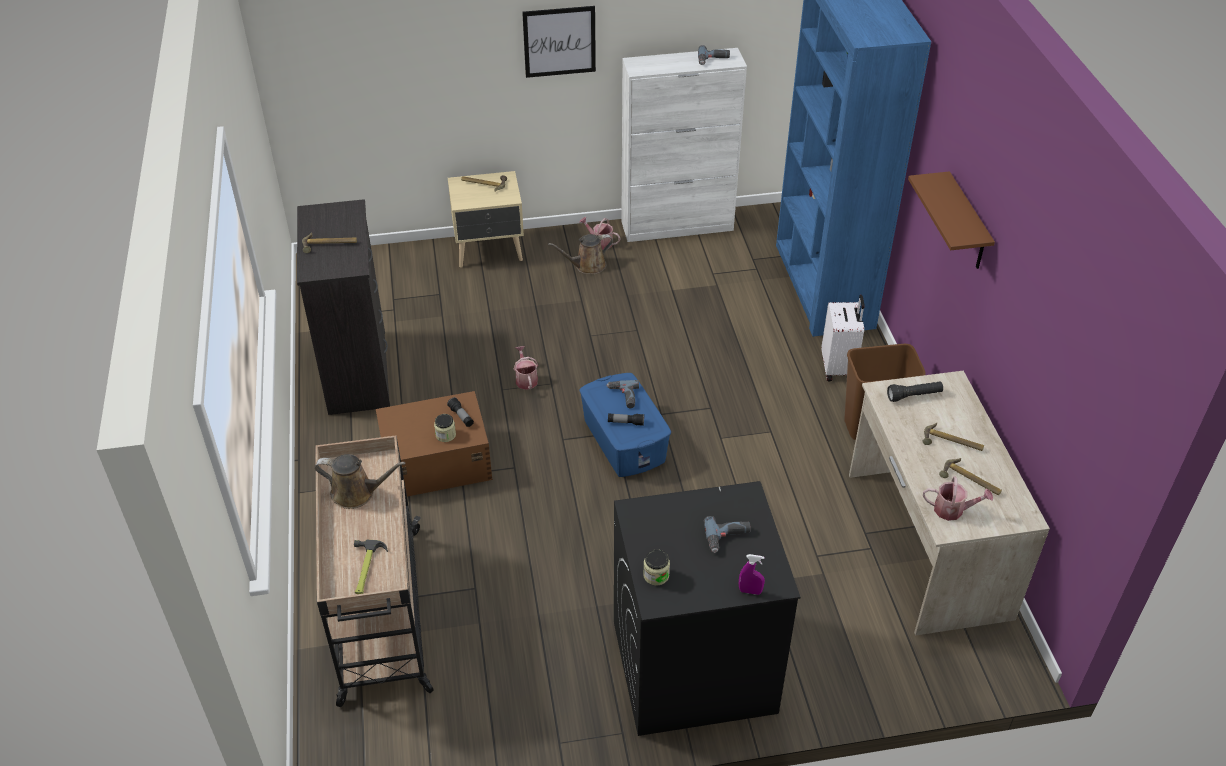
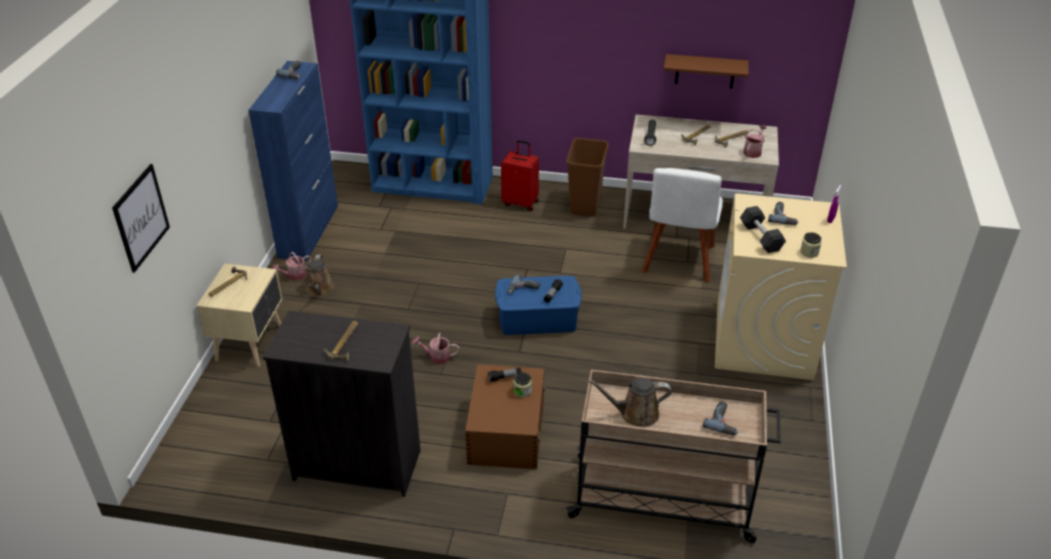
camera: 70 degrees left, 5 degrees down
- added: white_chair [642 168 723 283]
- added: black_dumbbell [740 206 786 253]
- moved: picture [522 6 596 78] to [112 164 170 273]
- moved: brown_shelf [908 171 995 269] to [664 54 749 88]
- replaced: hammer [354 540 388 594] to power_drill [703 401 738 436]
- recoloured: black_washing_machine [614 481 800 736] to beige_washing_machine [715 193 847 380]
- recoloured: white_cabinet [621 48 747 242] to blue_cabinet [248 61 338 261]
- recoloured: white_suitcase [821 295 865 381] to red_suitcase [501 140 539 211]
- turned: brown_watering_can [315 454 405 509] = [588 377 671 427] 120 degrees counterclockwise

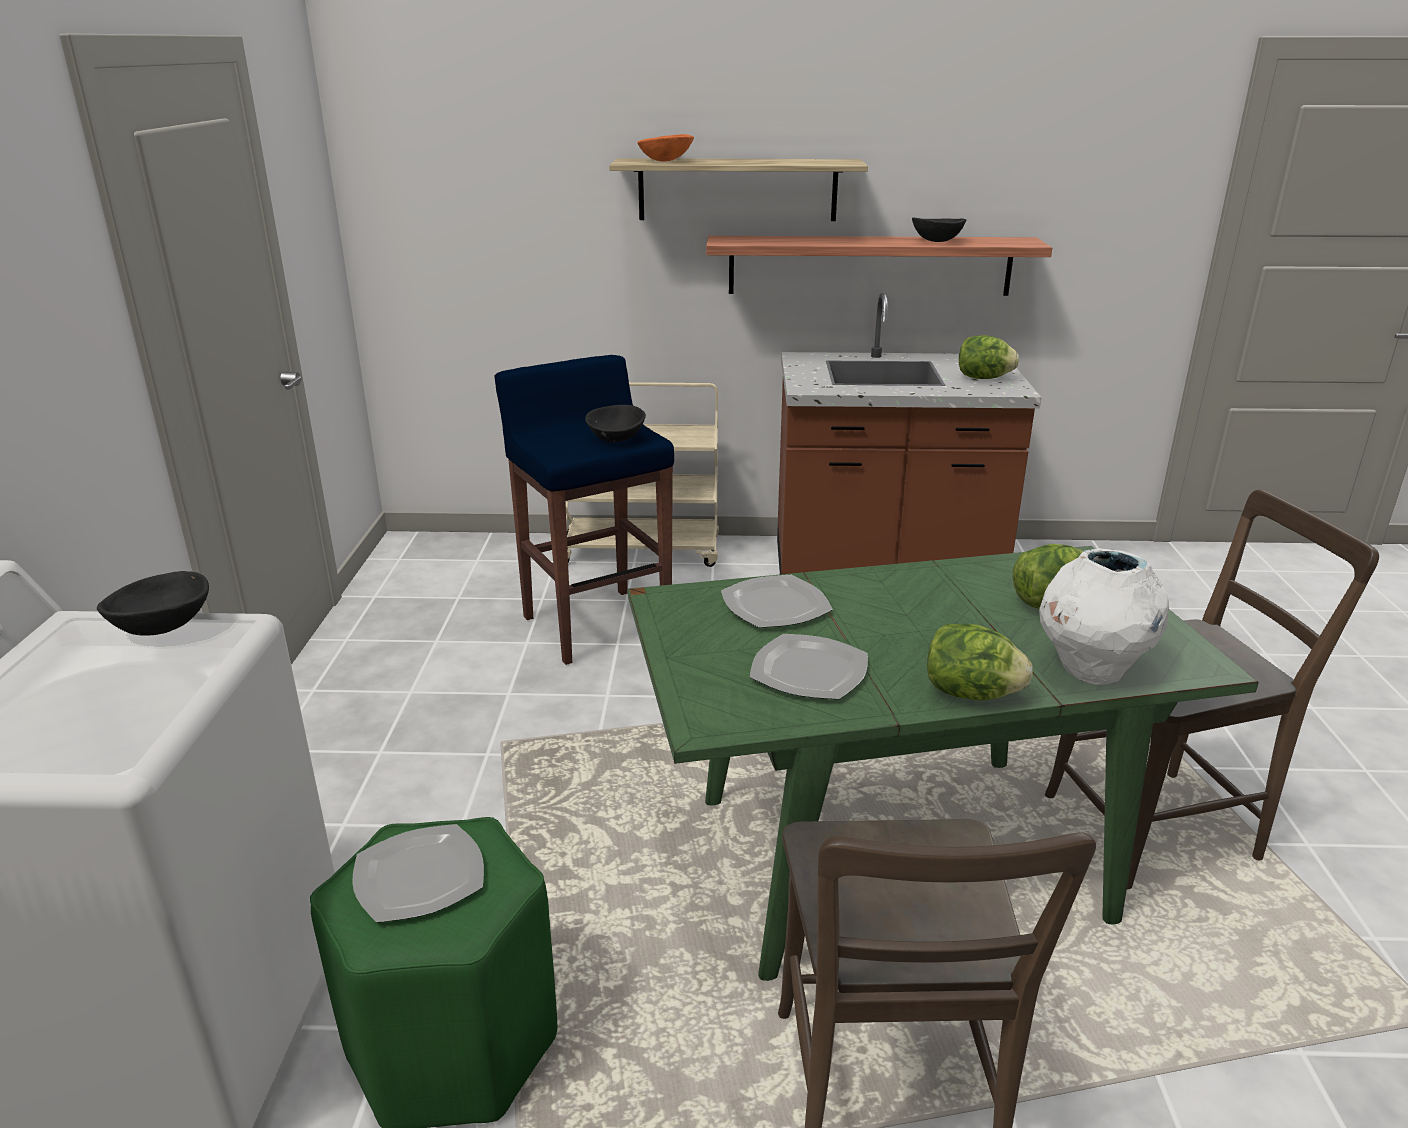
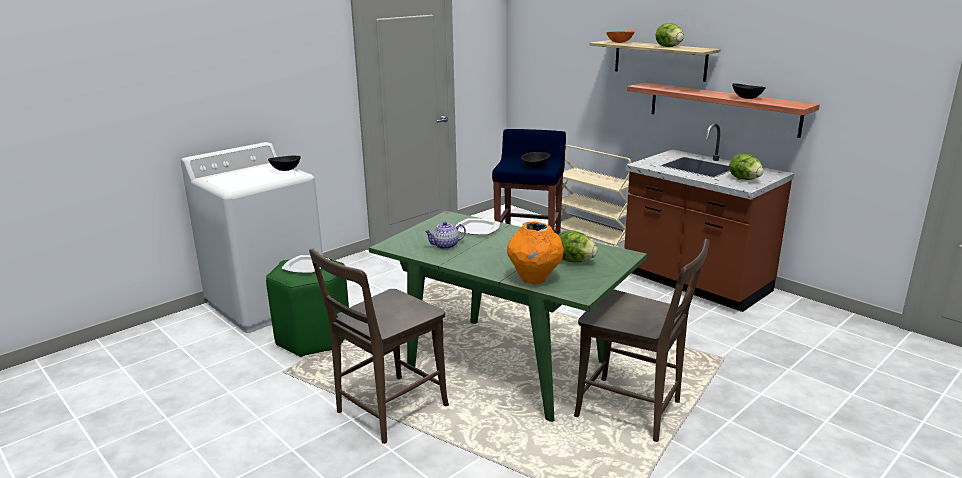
camera: 45 degrees right, 5 degrees down
- moved: lettuce [927 624 1033 700] to [655 23 684 47]
- replaced: plate [750 634 868 700] to teapot [424 222 466 249]
- recoloured: white_vase [1039 548 1169 685] to orange_vase [507 222 564 285]

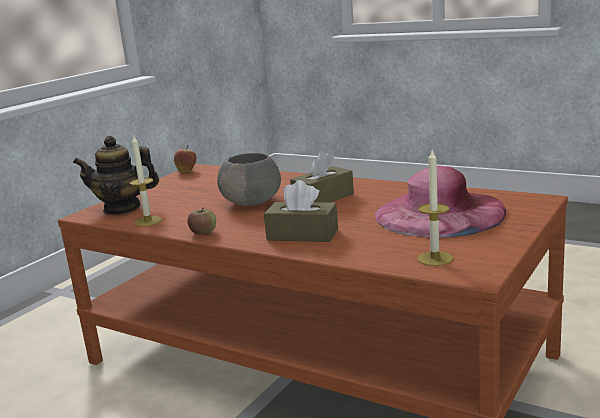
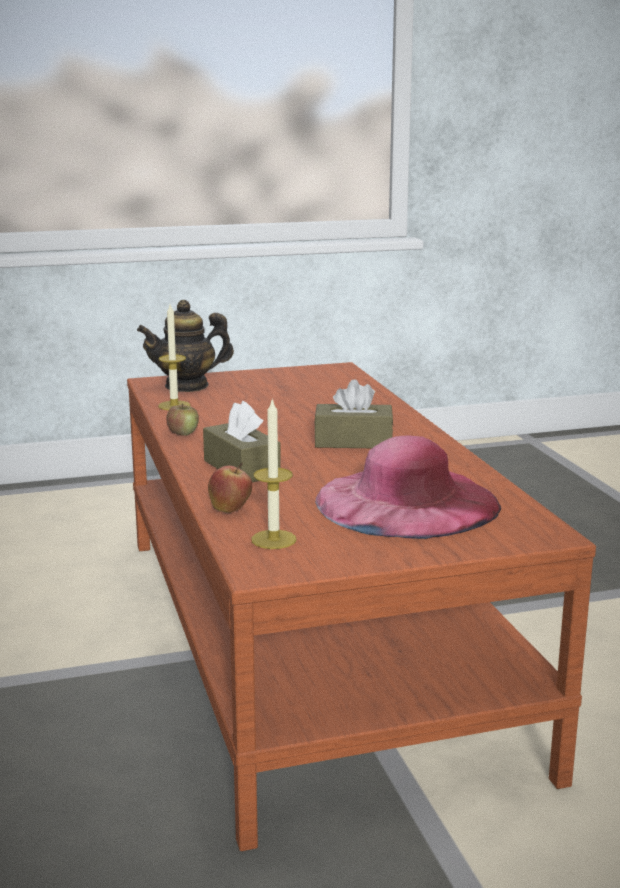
camera: 40 degrees right, 0 degrees up
- removed: grey_bowl [217 153 281 206]
- moved: apple [174 145 196 173] to [208 463 252 513]
- turned: teapot [73 136 159 215] = [137 300 234 392] 60 degrees counterclockwise

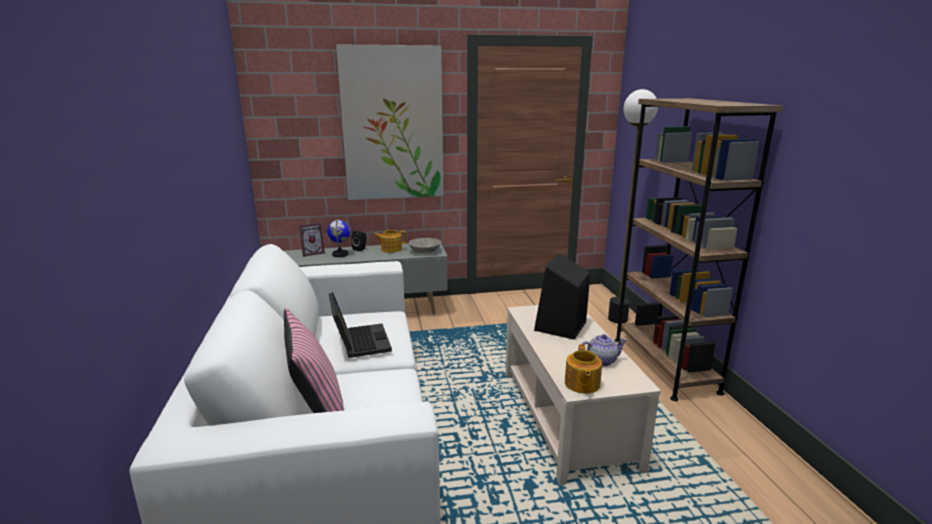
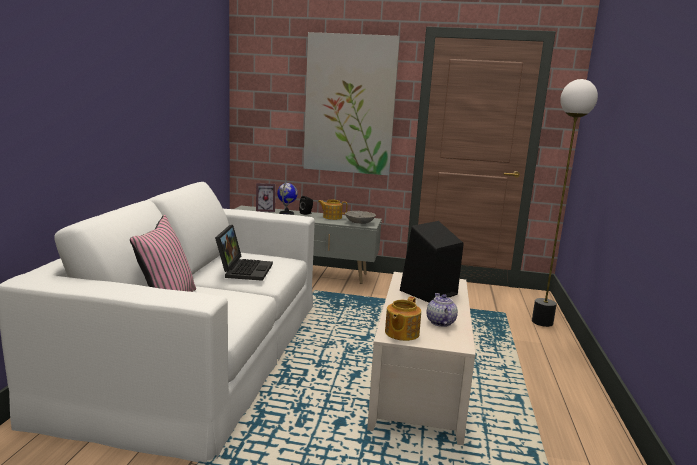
camera: 20 degrees right, 5 degrees down
- removed: brown_bookcase [615 98 783 401]
- turned: teapot [582 334 627 366] = [427 293 458 327] 105 degrees counterclockwise

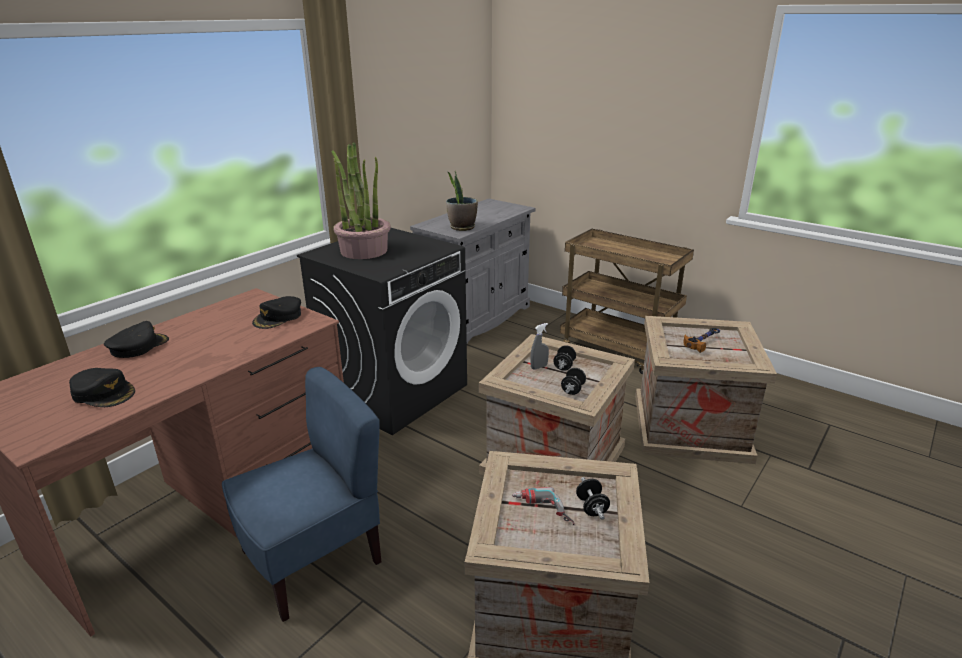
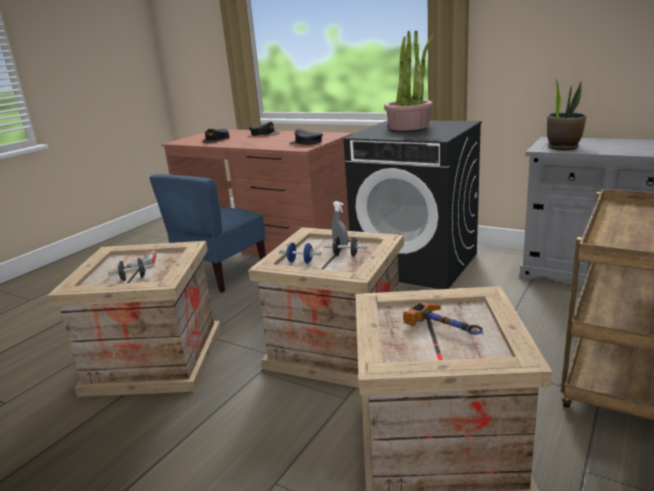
camera: 85 degrees right, 5 degrees down
- recoloured: black_dumbbell [561 368 586 395] to blue_dumbbell [279 242 321 263]
- turned: blue_chair [222 367 381 622] = [150 174 266 293] 75 degrees clockwise

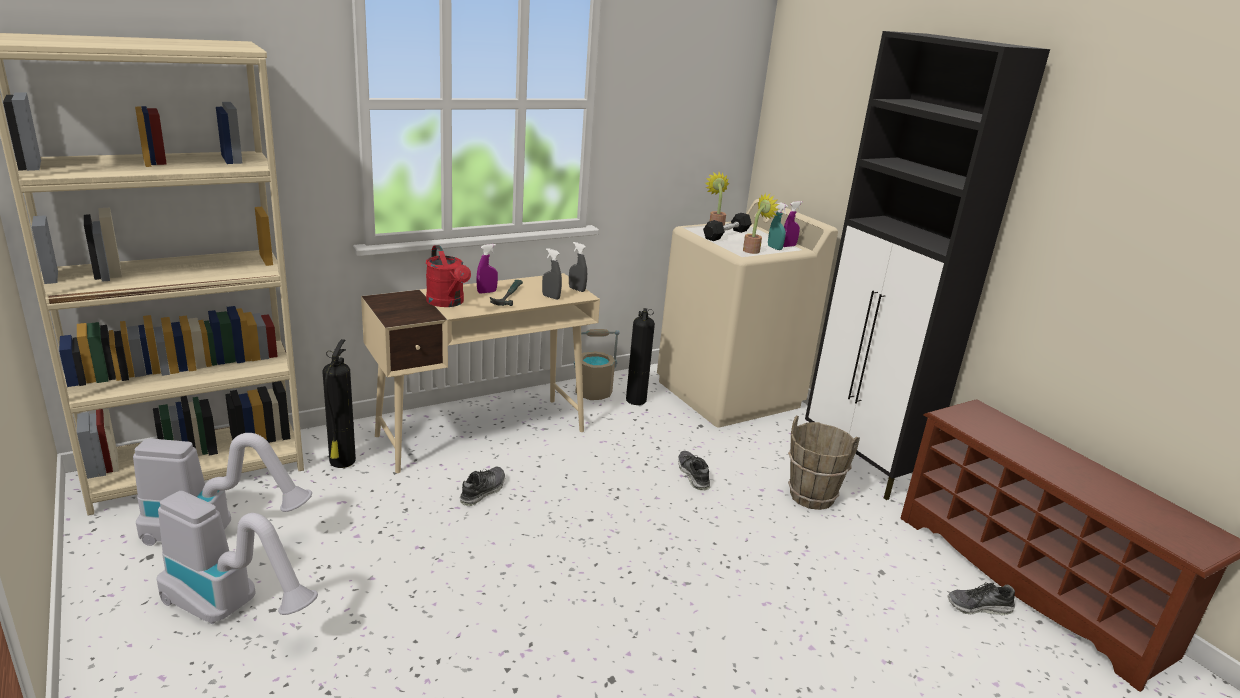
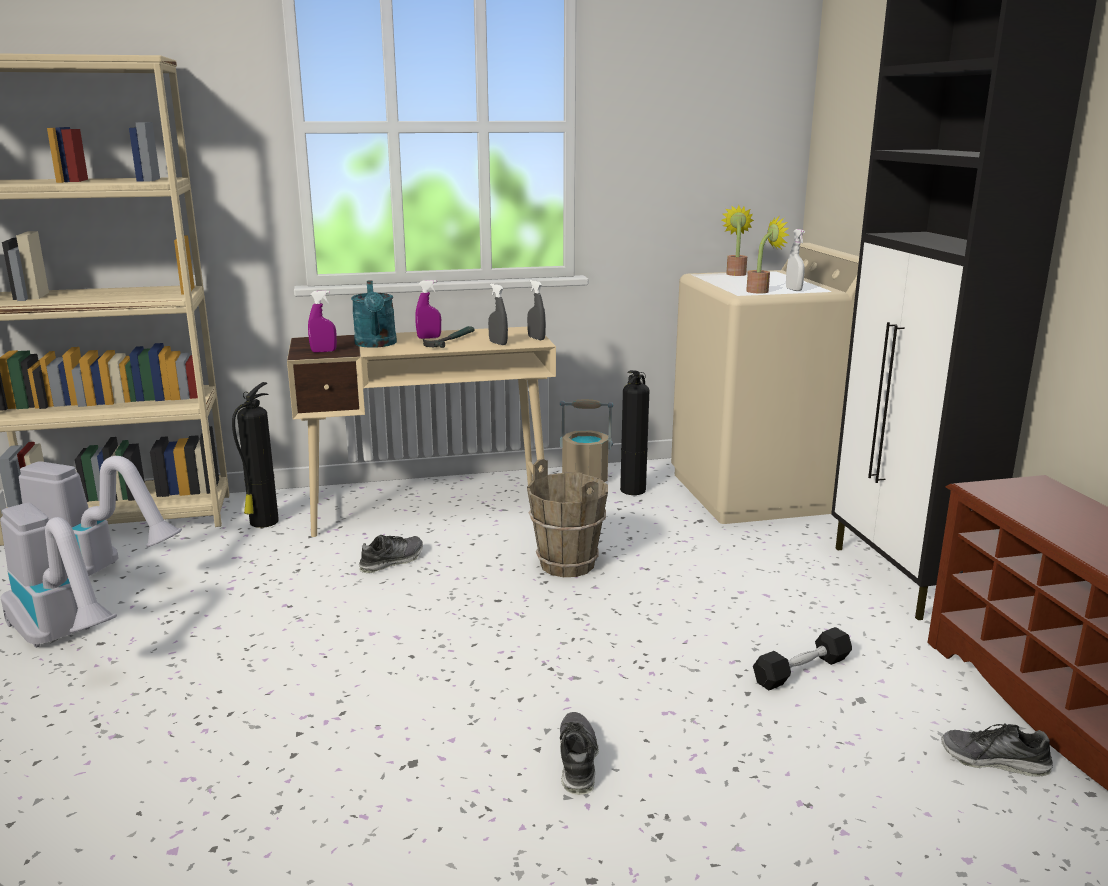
camera: 20 degrees right, 5 degrees down
- moved: shoe [678 451 710 491] to [559 712 599 795]
- moved: black_dumbbell [703 213 752 241] to [753 627 852 690]
- moved: purple_spray_bottle [783 201 803 247] to [308 290 337 353]
- moved: brown_bucket [788 416 860 510] to [527 459 608 577]
- recoloured: red_watering_can [426 245 471 307] to turquoise_watering_can [351 280 397 348]
- recoloured: turquoise_spray_bottle [768 202 788 250] to white_spray_bottle [786 229 805 291]

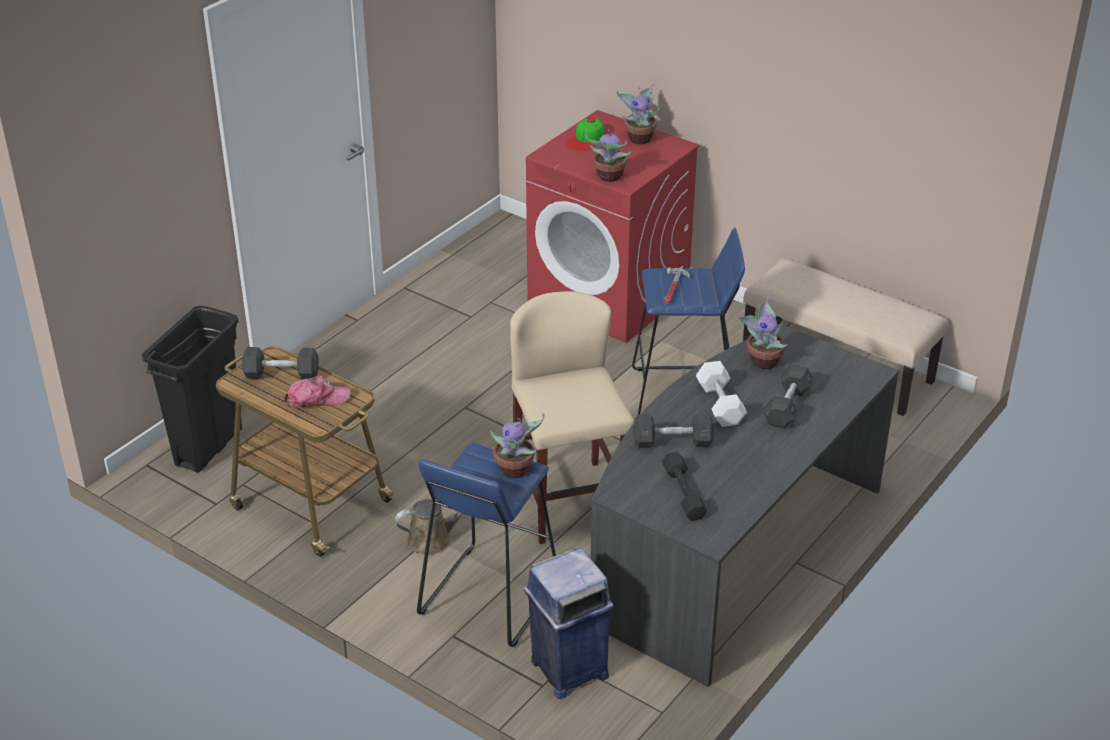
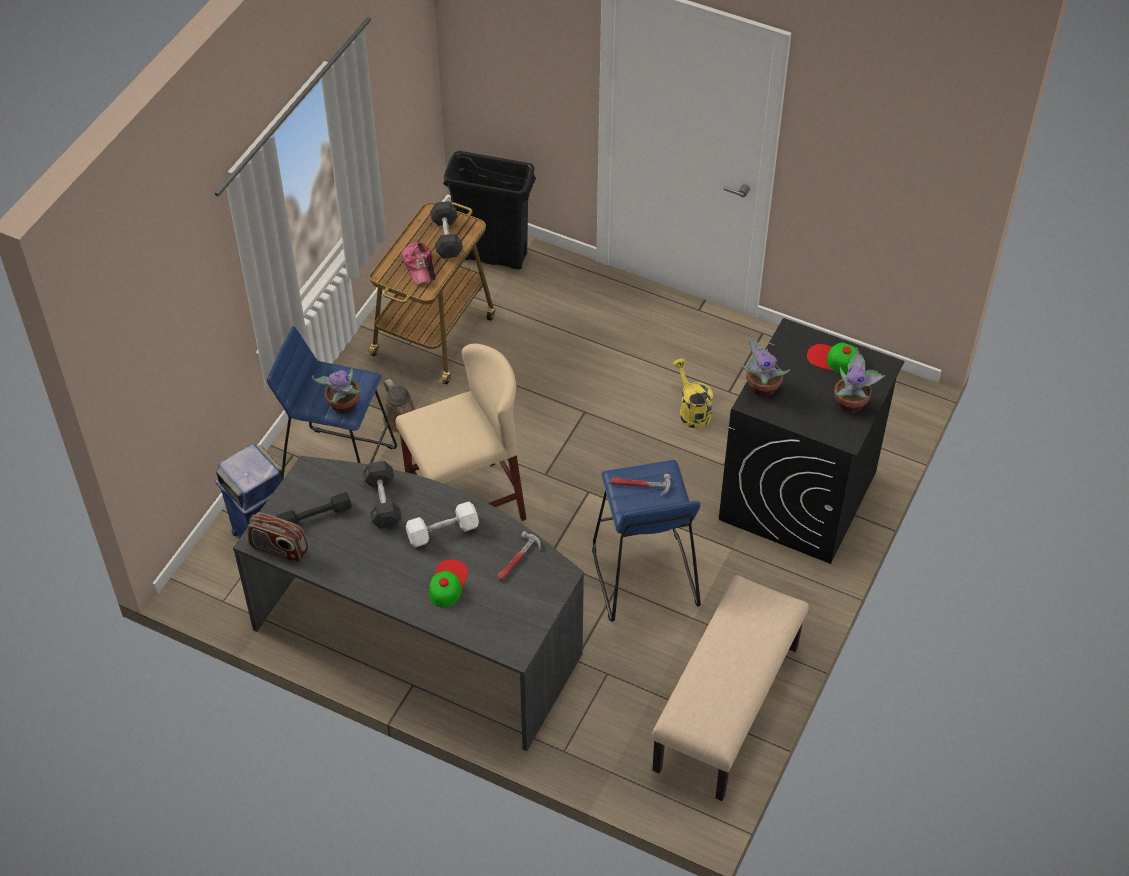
camera: 80 degrees right, 15 degrees up
- added: radio [247 512 308 563]
- added: yellow_watering_can [672 358 713 428]
- replaced: potted_plant [739 297 788 369] to hammer [498 531 541 581]
- replaced: grey_dumbbell [762 363 814 429] to cap [429 559 468 608]
- recoloured: red_washing_machine [526 110 700 343] to black_washing_machine [719 318 904 564]

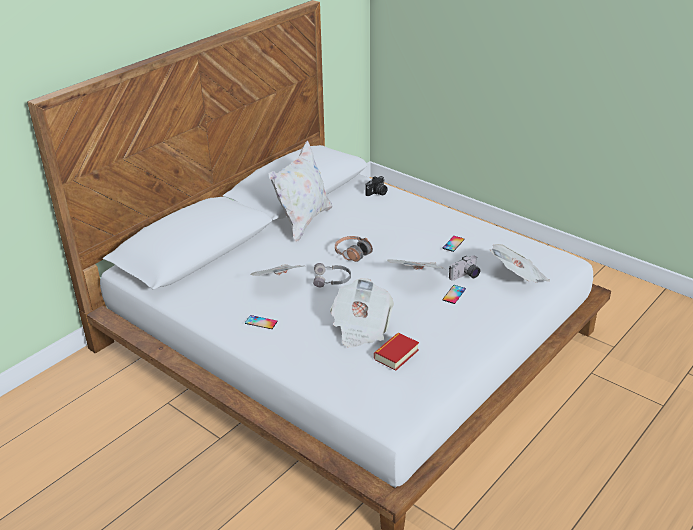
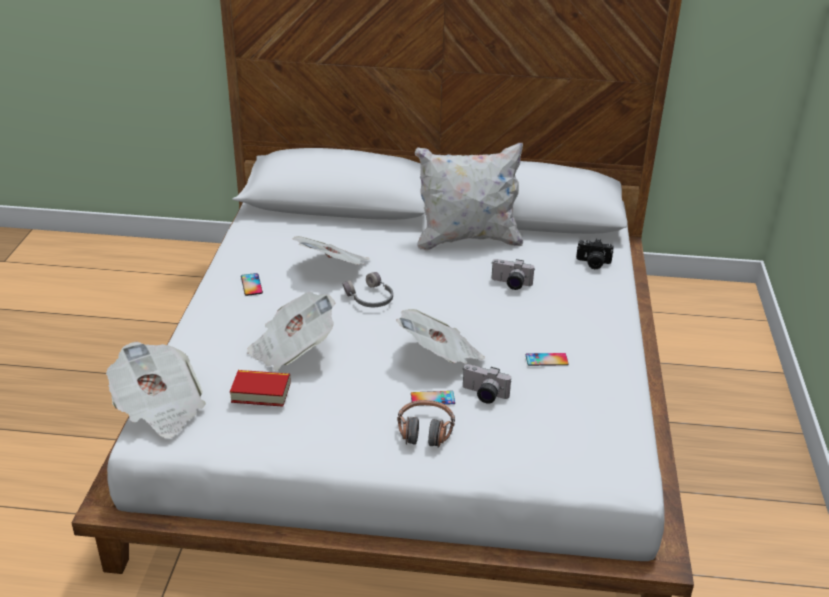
camera: 55 degrees right, 0 degrees up
- added: photo_camera [491 259 535 290]
- moved: headphones [335 236 373 262] to [397 400 455 448]
- moved: newspaper [490 244 550 283] to [106 342 206 438]

